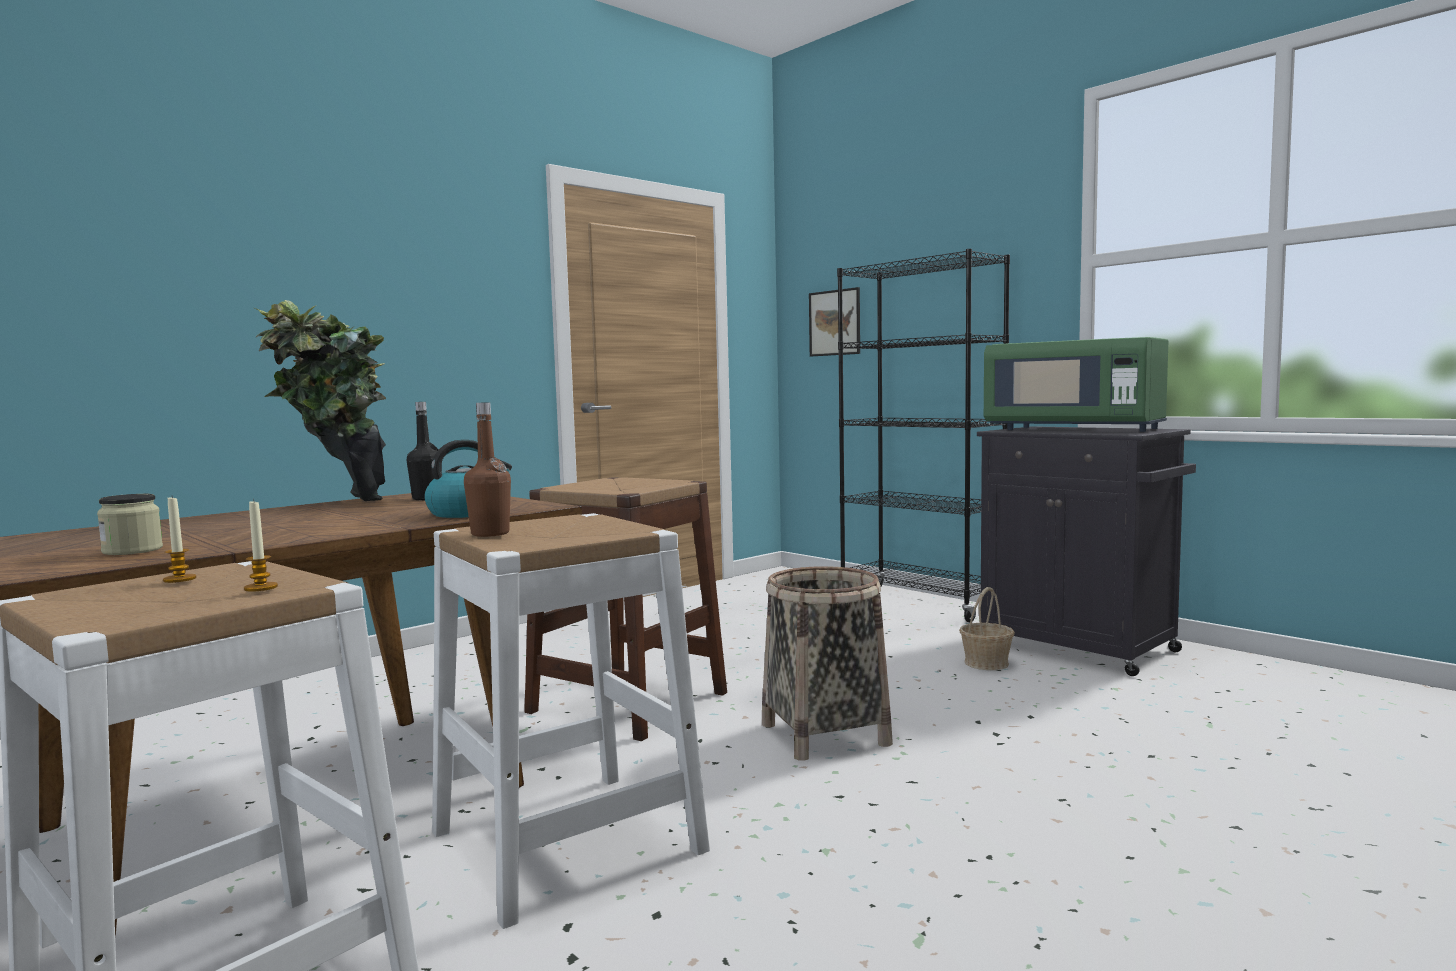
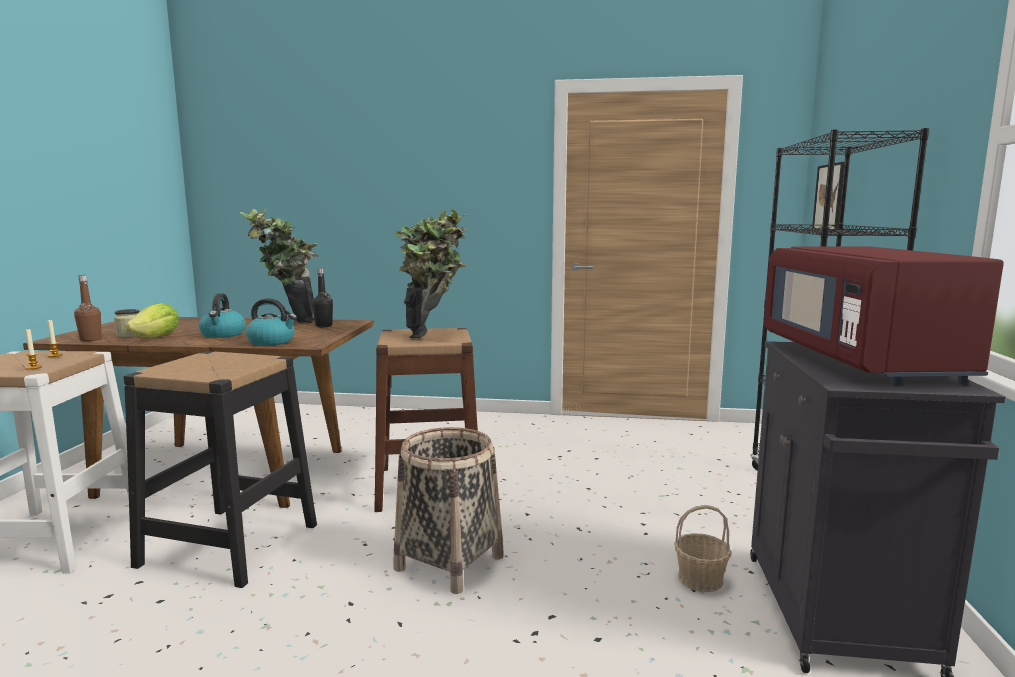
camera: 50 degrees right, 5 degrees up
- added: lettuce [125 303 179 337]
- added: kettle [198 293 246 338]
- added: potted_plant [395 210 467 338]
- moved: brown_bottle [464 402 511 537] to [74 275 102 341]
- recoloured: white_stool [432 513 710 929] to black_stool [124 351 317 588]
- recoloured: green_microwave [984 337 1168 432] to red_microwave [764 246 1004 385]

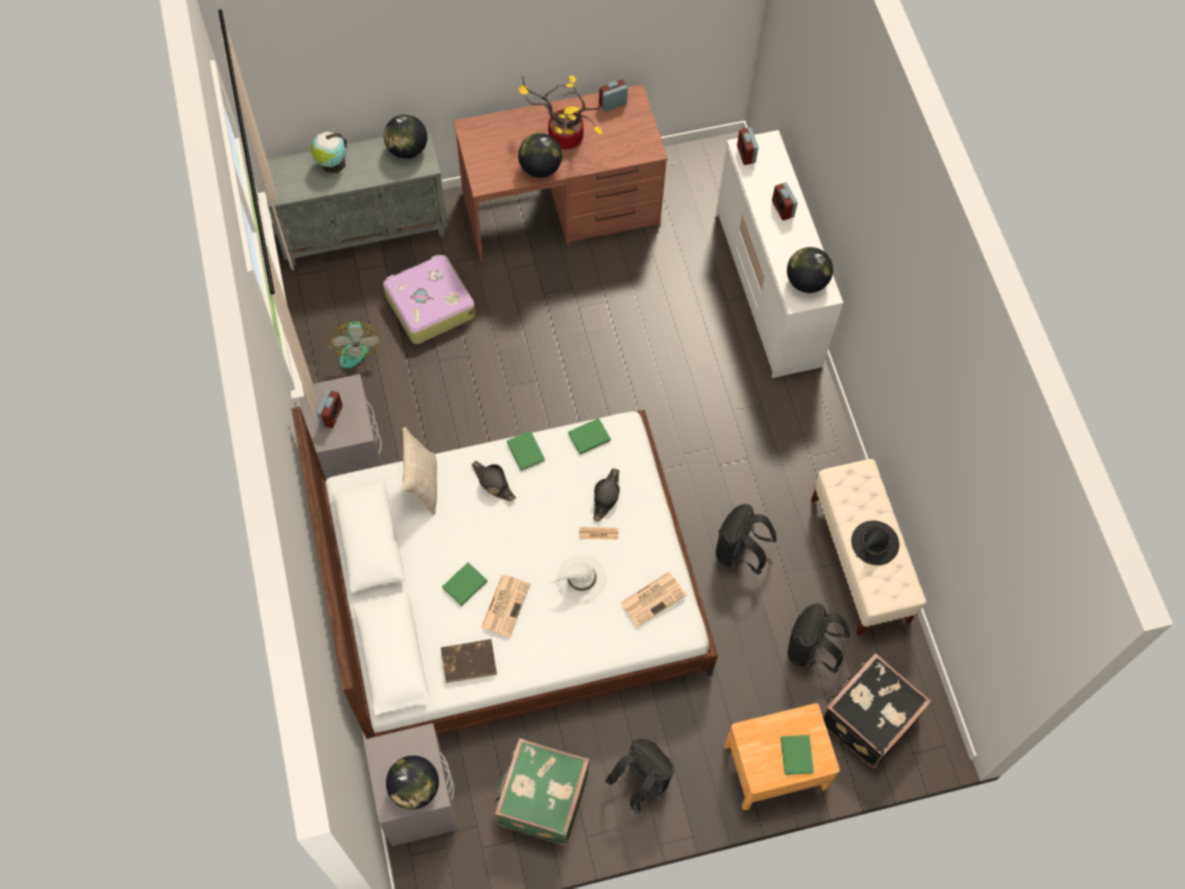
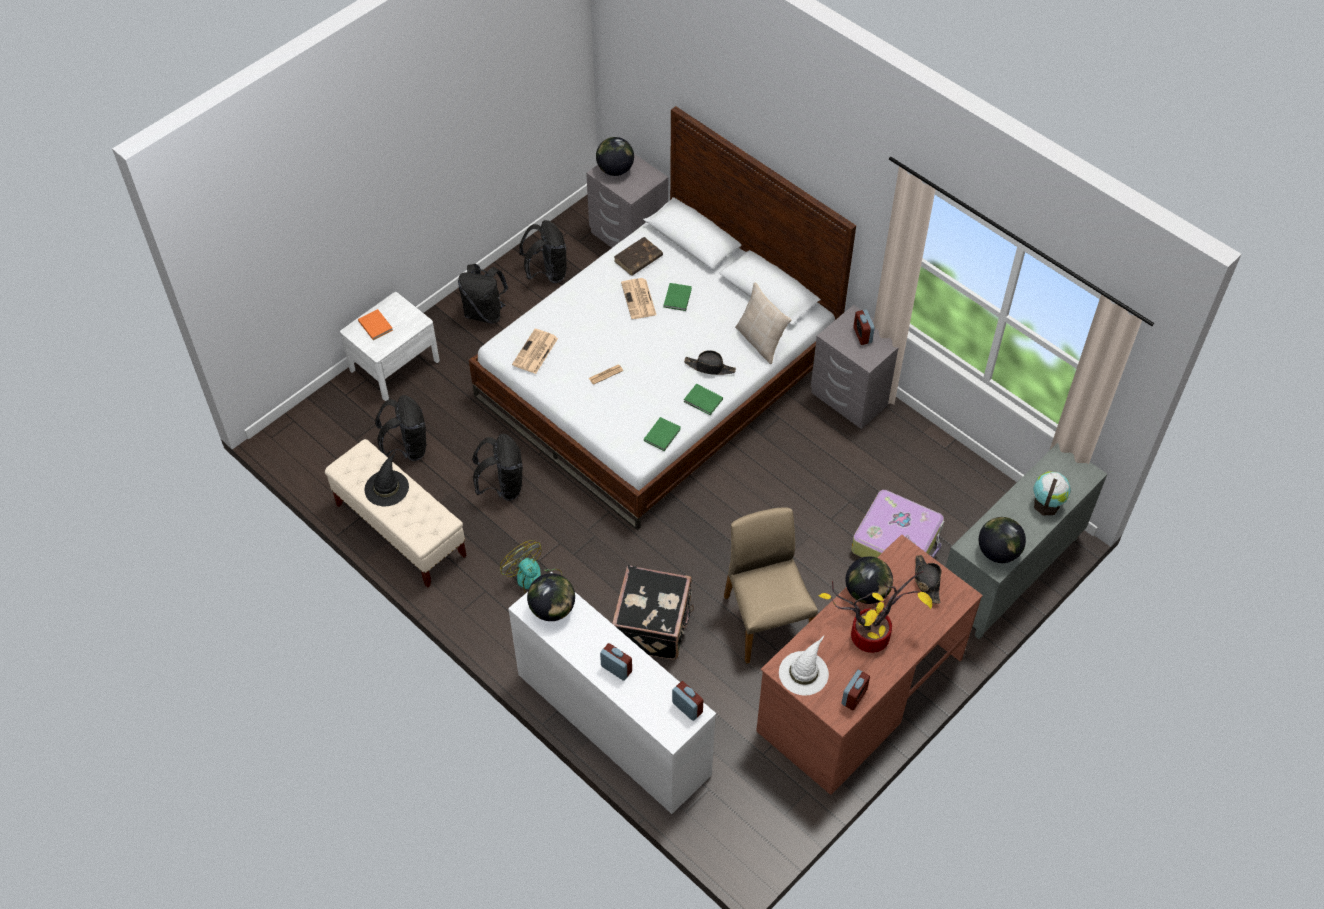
camera: 150 degrees right, 10 degrees down
- added: beige_chair [724 507 818 664]
- moved: fan [326 321 380 368] to [500 540 562 594]
- moved: white_hat [549 555 606 602] to [779 636 829 695]
- moved: black_hat [593 468 620 522] to [915 555 941 604]
- moved: black_suitcase [822 653 931 768] to [612 565 694 660]
- replaced: green_suitcase [494 738 589 845] to black_backpack [519 220 567 283]
- recoloured: brown_nightstand [724 703 840 810] to white_nightstand [340 292 440 401]
- recoloured: green_book [781 735 814 775] to orange_book [358 309 393 340]

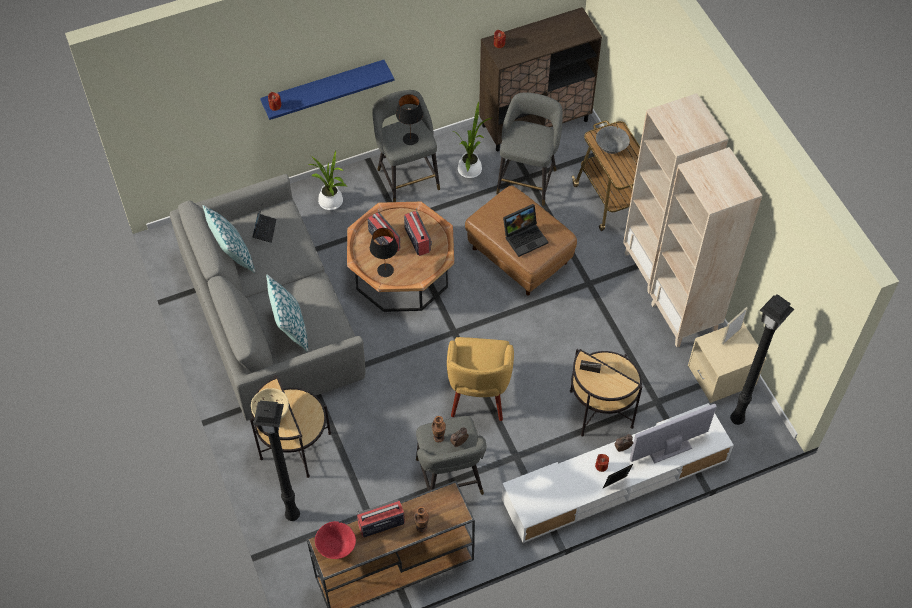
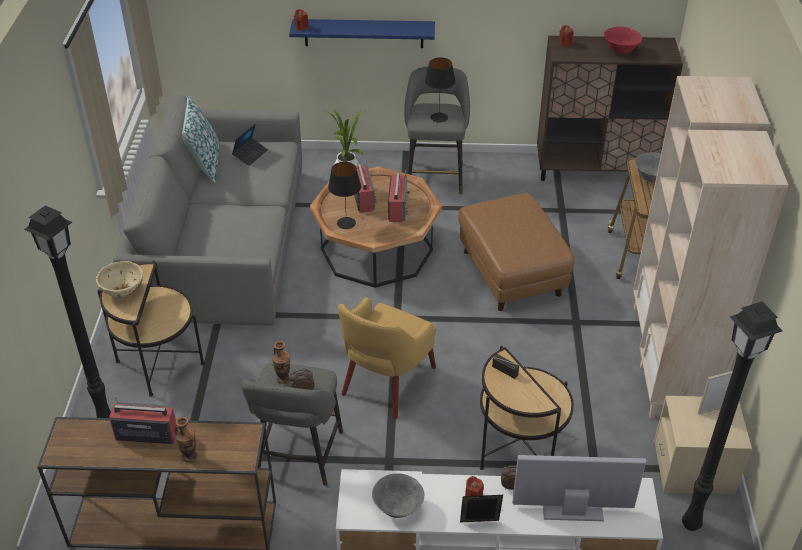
camera: 25 degrees right, 15 degrees down
- removed: pillow [266 274 308 352]
- removed: potted_plant [453 101 491 178]
- removed: grey_stool [496 92 563 206]
- removed: laptop [503 204 549 257]
- added: grey_bowl [372 473 424 518]
- moved: red_bowl [315 521 356 559] to [604 27 642 54]

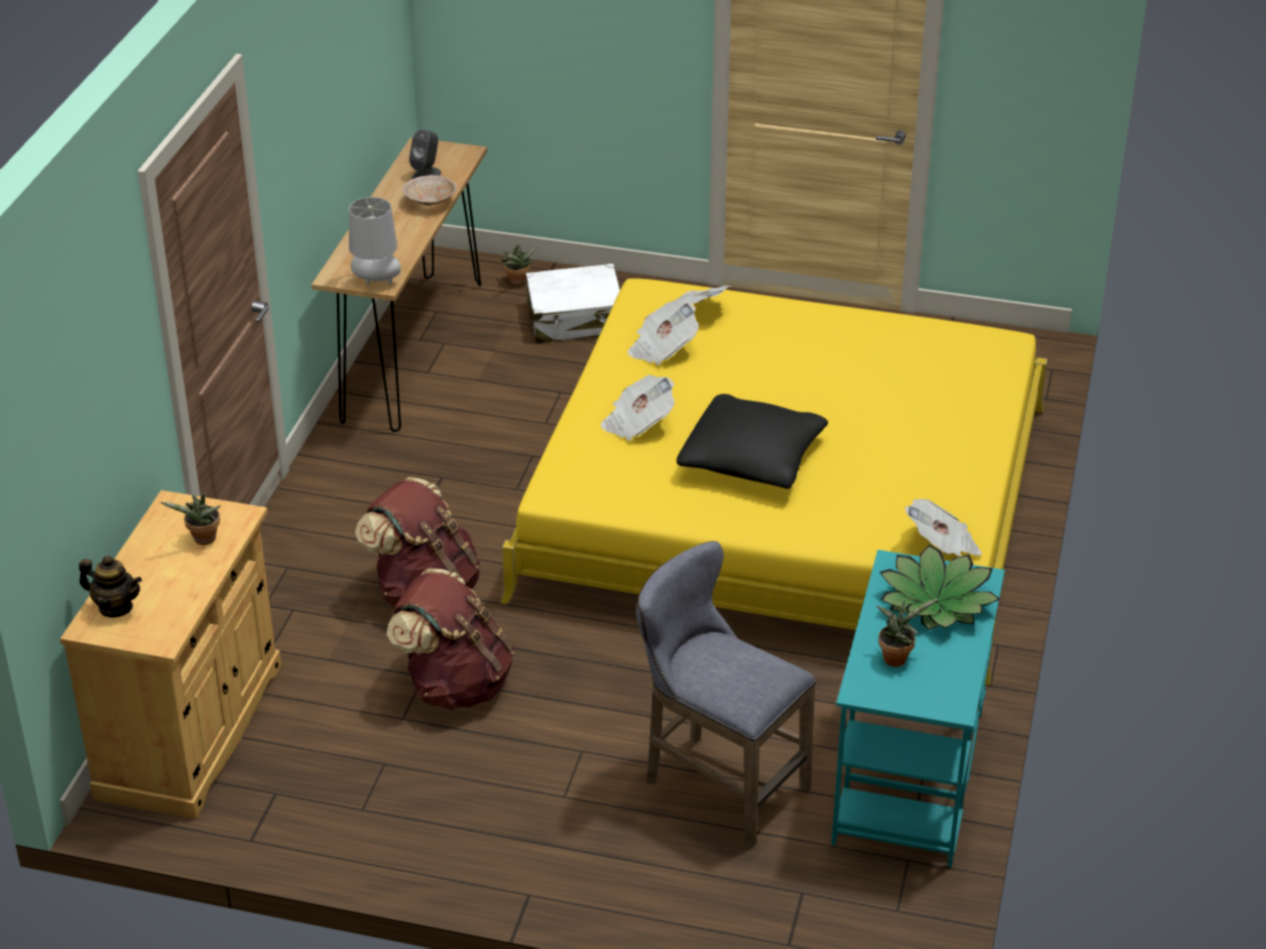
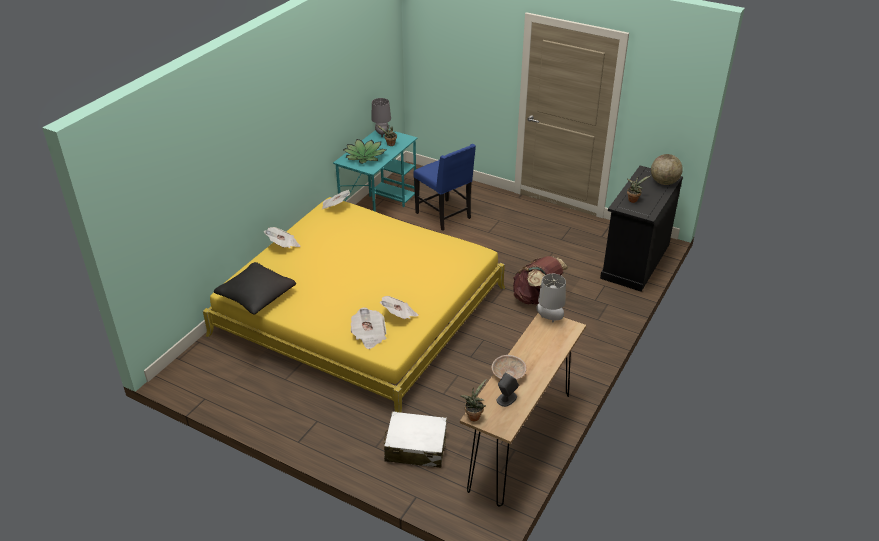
camera: 165 degrees left, 0 degrees up
- removed: brown_backpack [387 569 515 710]
- added: grey_table_lamp [371 98 391 138]
- moved: potted_plant [501 244 536 286] to [460 379 486 421]
- moved: newspaper [601 375 675 441] to [264 227 300 248]
- moved: black_pillow [676 394 828 489] to [214 262 296 315]
- replaced: teapot [79 556 142 617] to globe [651 154 683 185]
- replaced: grey_stool [636 541 816 847] to blue_chair [413 144 476 231]
- recoloured: beige_cabinet [60 490 282 819] to black_cabinet [600 166 683 291]

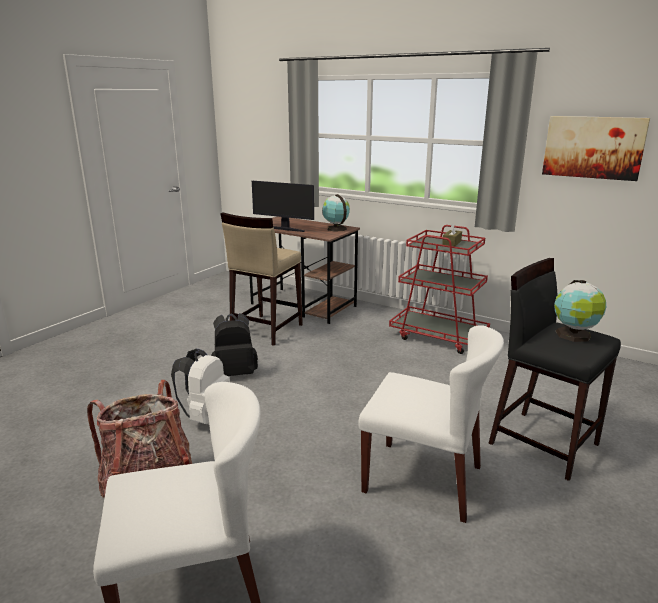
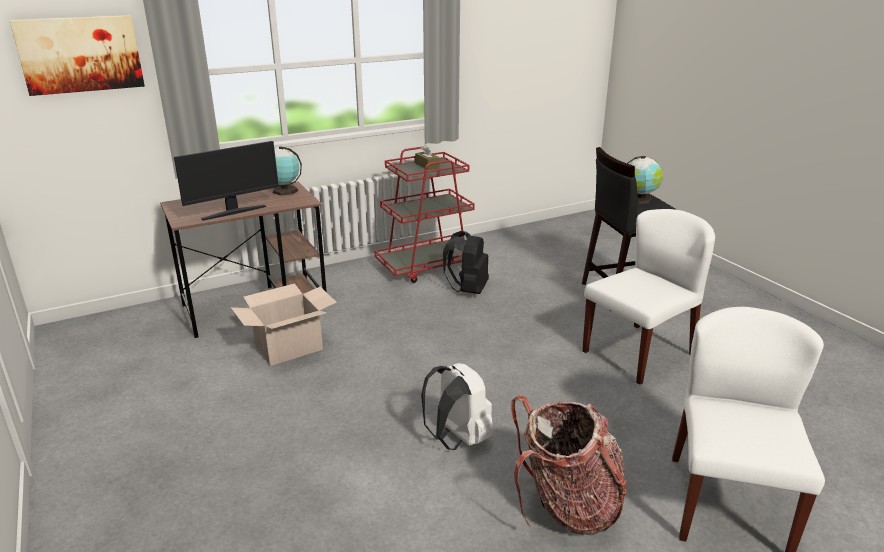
camera: 60 degrees left, 5 degrees up
- moved: black_backpack [211 313 258 376] to [443 231 489 294]
- moved: picture [542 116 650 181] to [10 15 145 96]
- replaced: beige_stool [221 212 303 346] to cardboard_box [231 283 337 366]

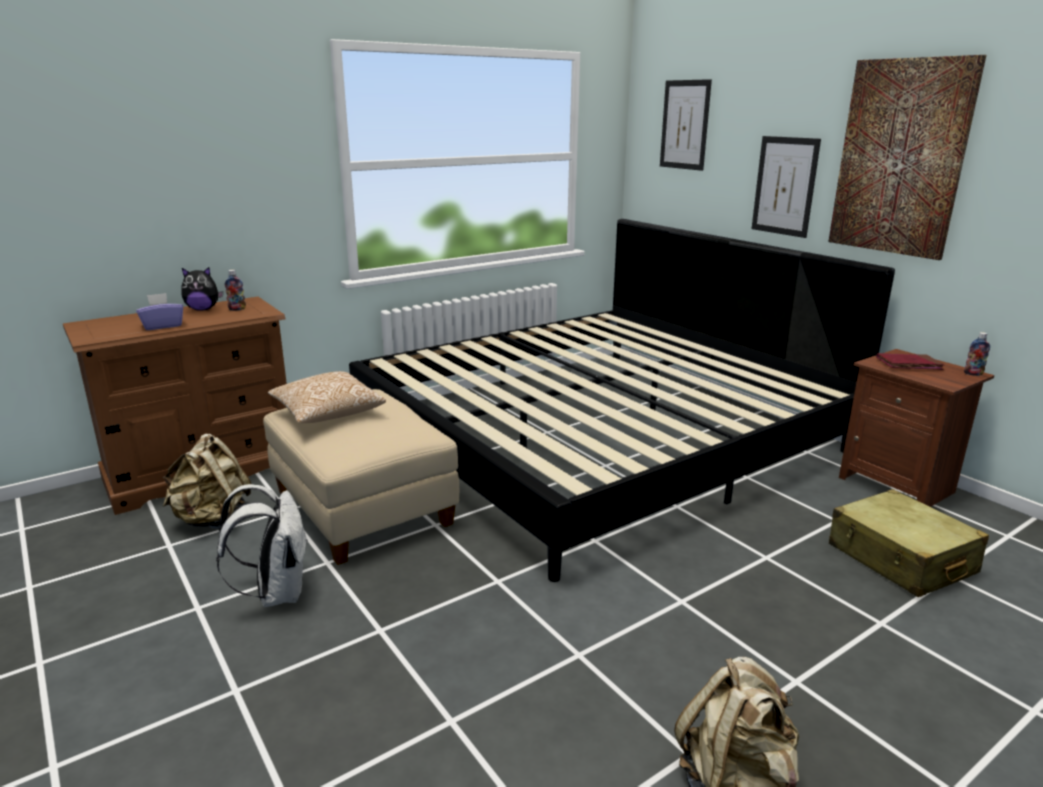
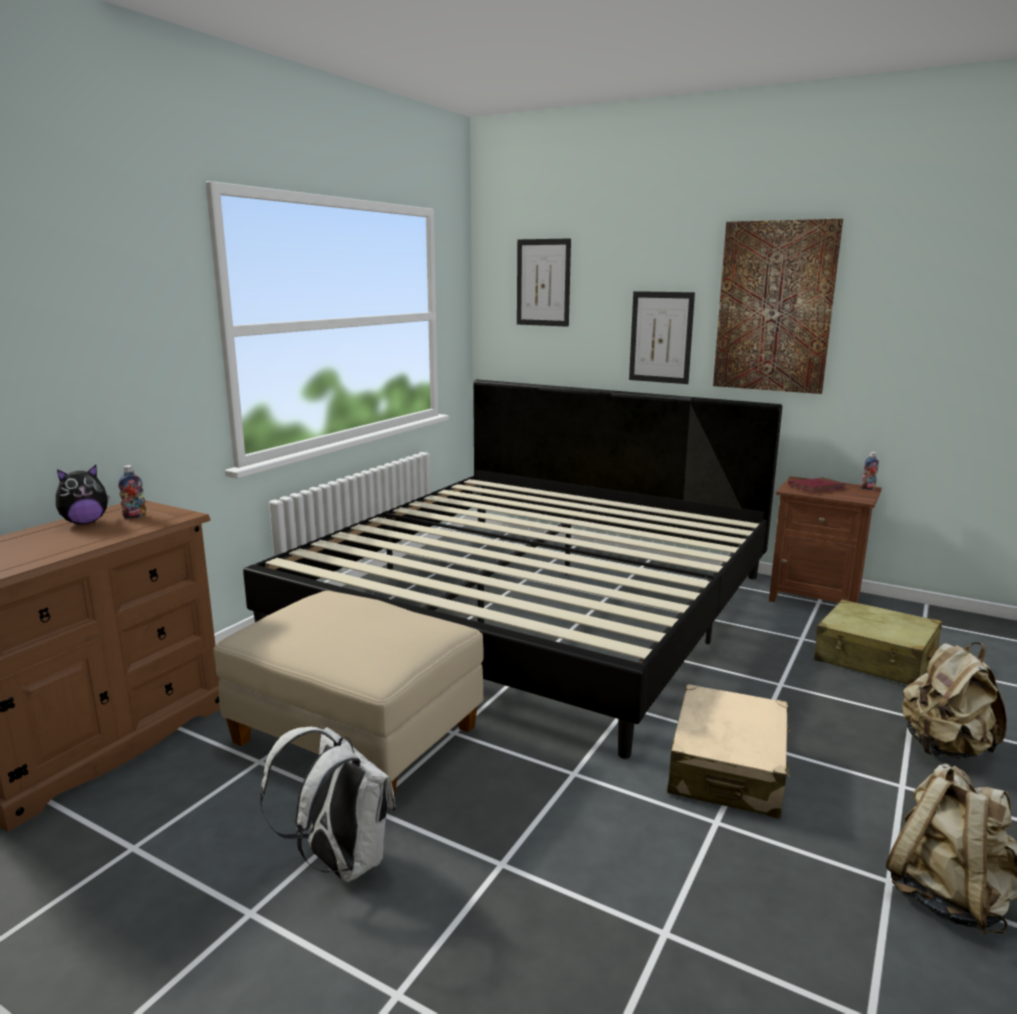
camera: 25 degrees left, 5 degrees down
- removed: purple_tissue_box [136 293 183 330]
- removed: pillow [268 371 386 423]
- added: beige_suitcase [667 684 790 818]
- moved: beige_backpack [163 434 252 529] to [902 642 1007 759]

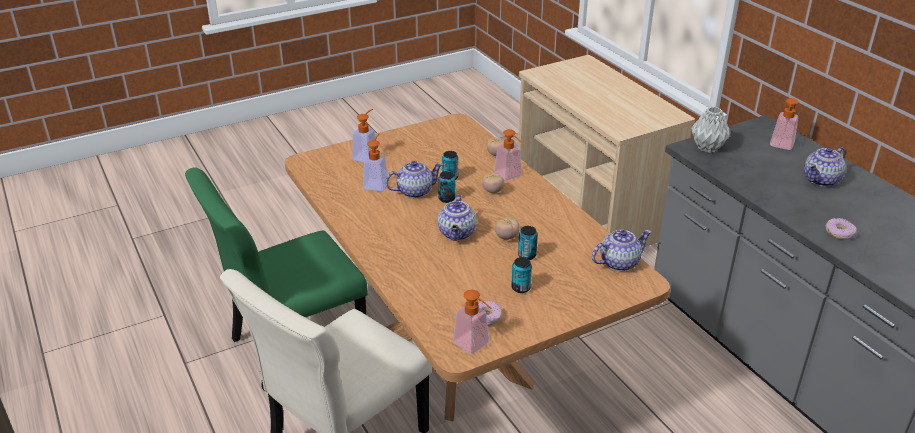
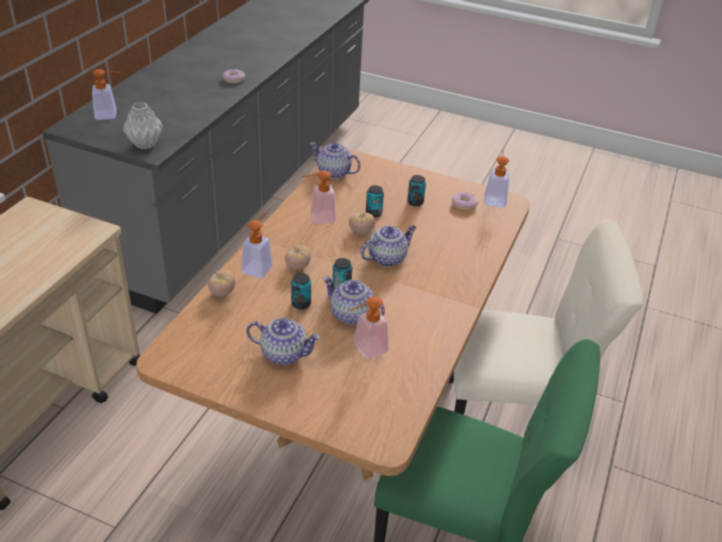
camera: 130 degrees left, 5 degrees up
- moved: soap_dispenser [352 109 378 162] to [302 171 336 224]
- moved: teapot [804 147 846 187] to [246 318 321 365]

